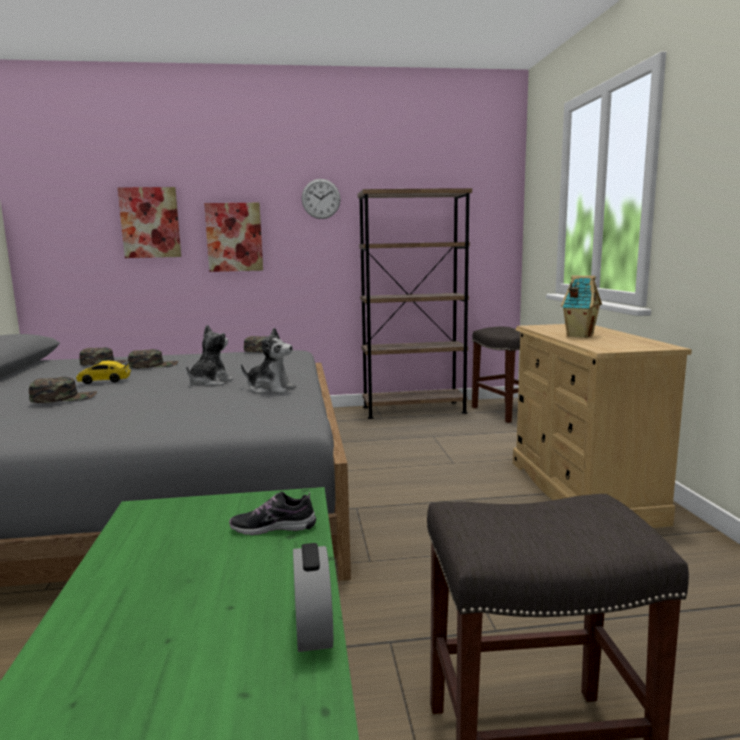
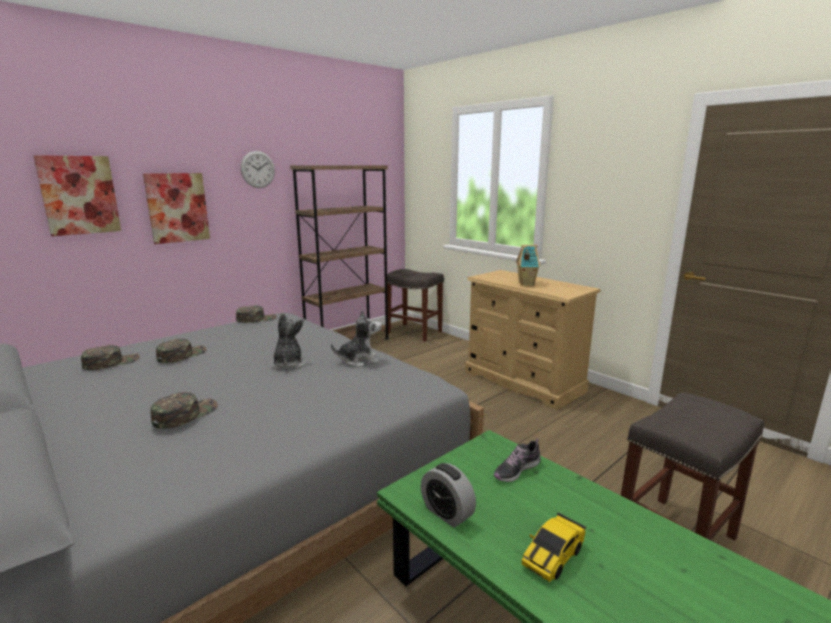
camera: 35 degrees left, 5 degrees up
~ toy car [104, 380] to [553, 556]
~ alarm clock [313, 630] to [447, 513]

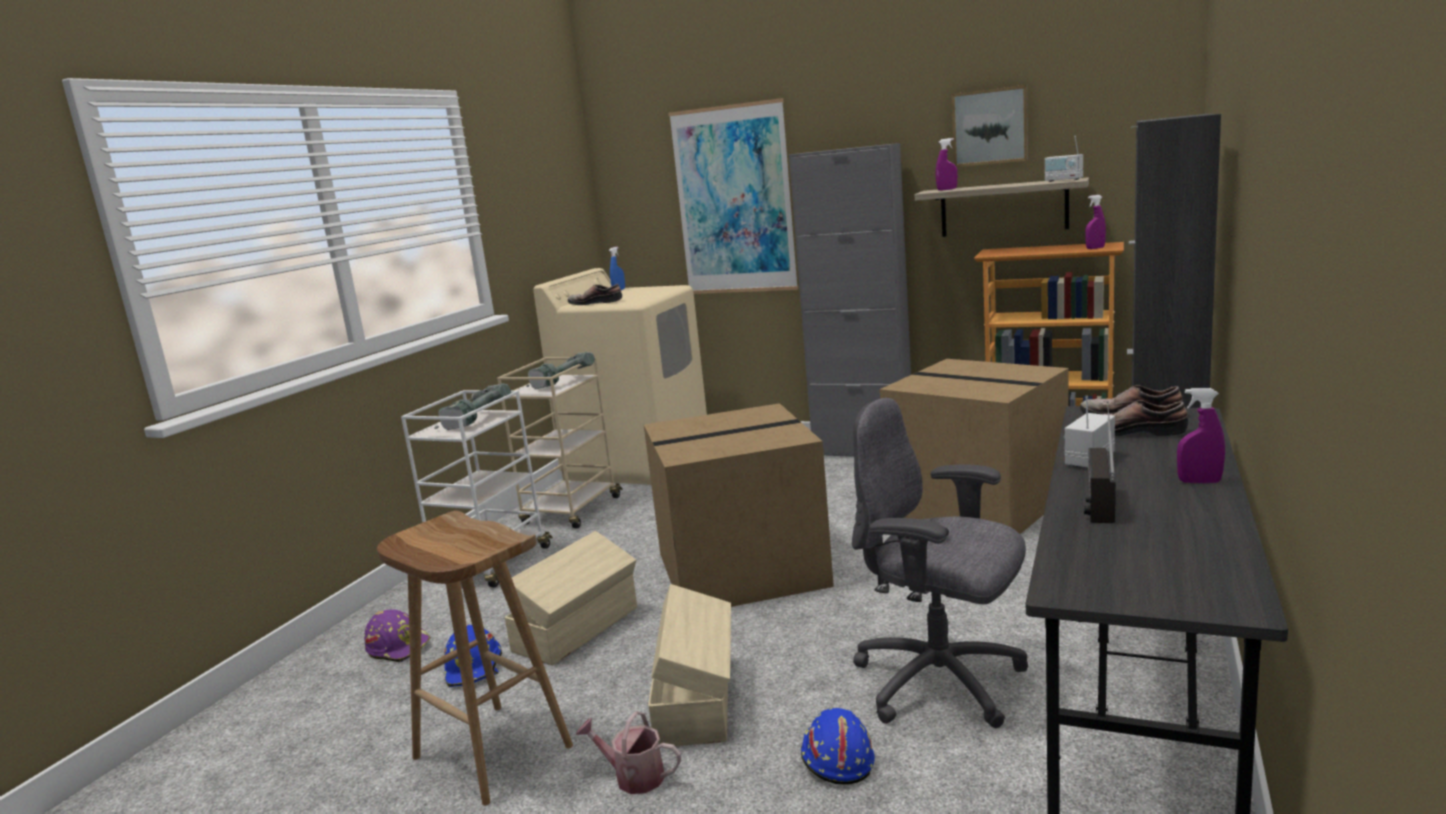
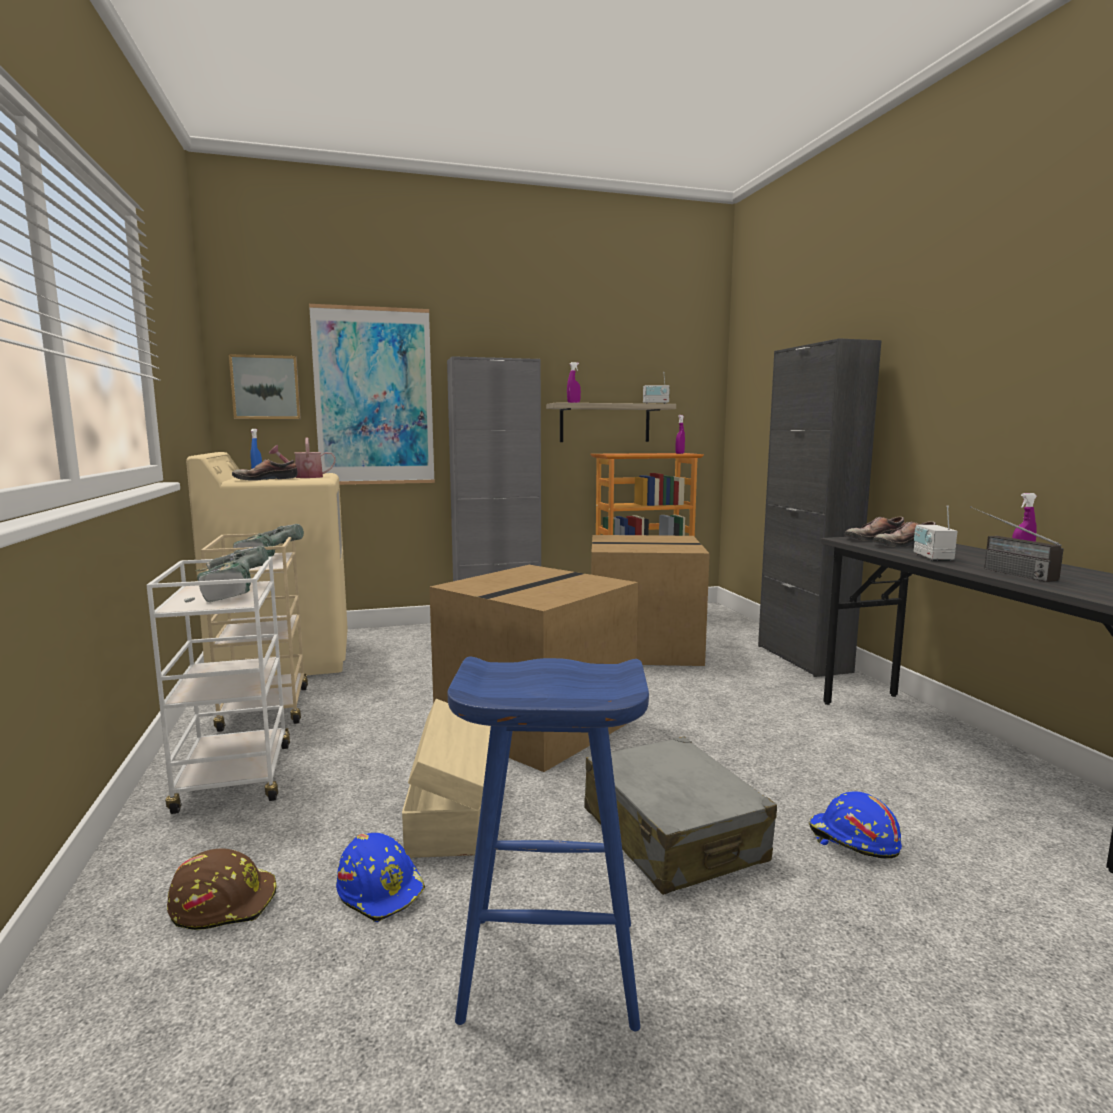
camera: 40 degrees left, 5 degrees down
~ hard hat (purple) [399, 647] to hard hat (brown) [224, 902]
~ stool (brown) [490, 752] to stool (blue) [547, 970]
~ watering can [633, 776] to [304, 477]
~ storage box (beige) [696, 699] to suitcase (grey) [673, 835]
- office chair (grey) [941, 683]
~ picture [990, 127] to [266, 387]

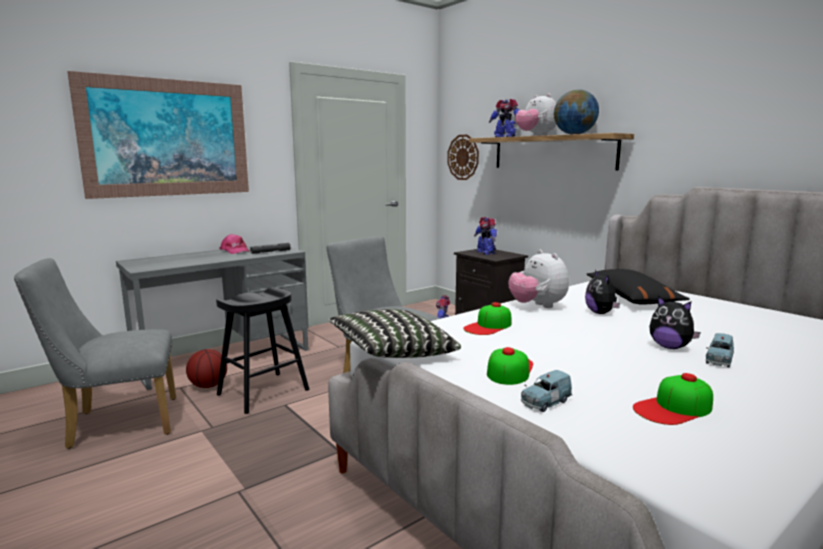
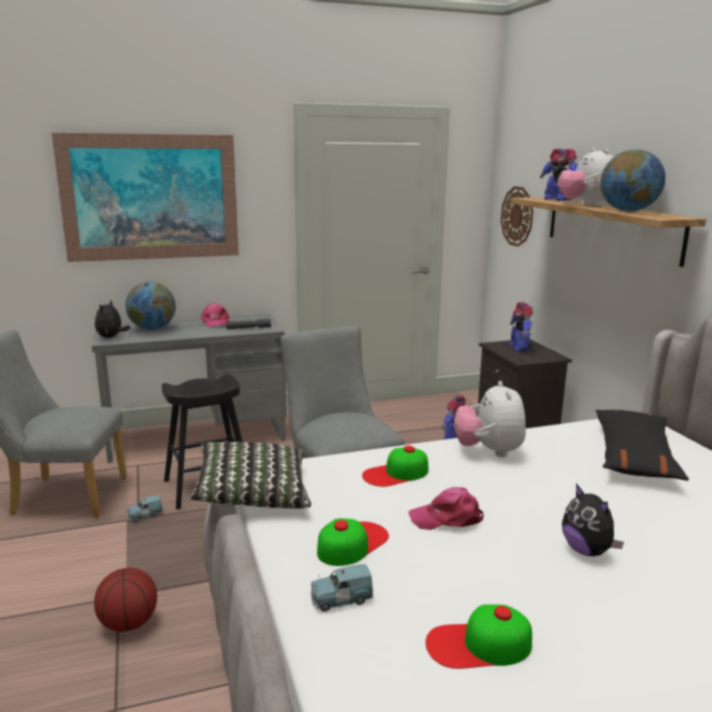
camera: 20 degrees right, 5 degrees up
~ basketball [208, 385] to [129, 623]
~ plush toy [601, 313] to [111, 337]
~ toy car (blue) [718, 360] to [144, 515]
+ globe [152, 329]
+ cap (pink) [447, 518]

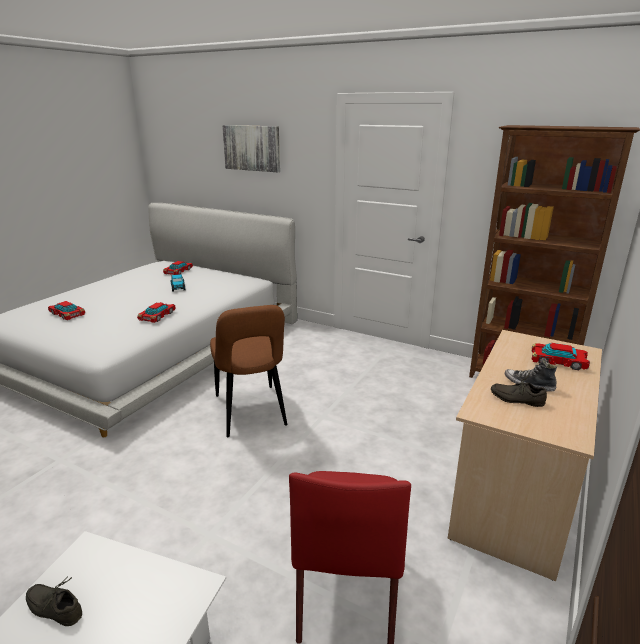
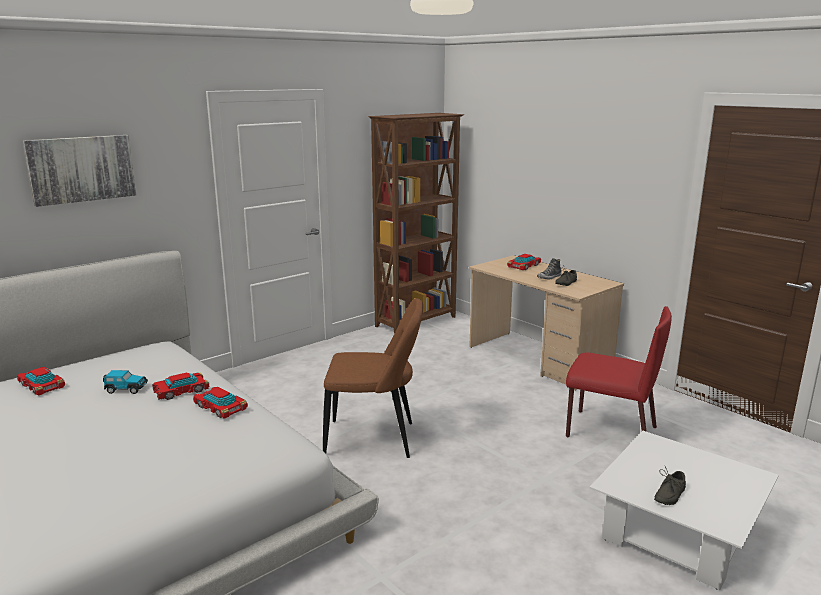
camera: 70 degrees left, 5 degrees down
~ toy car [67, 314] to [181, 390]

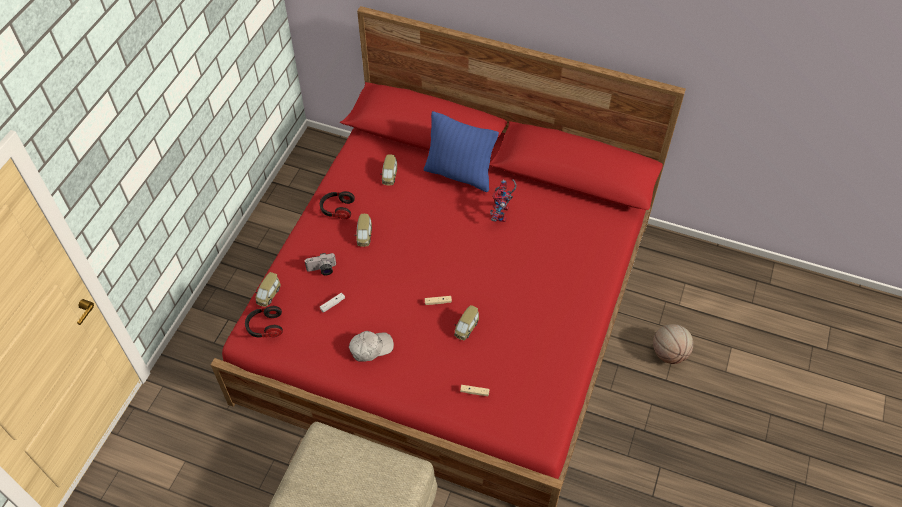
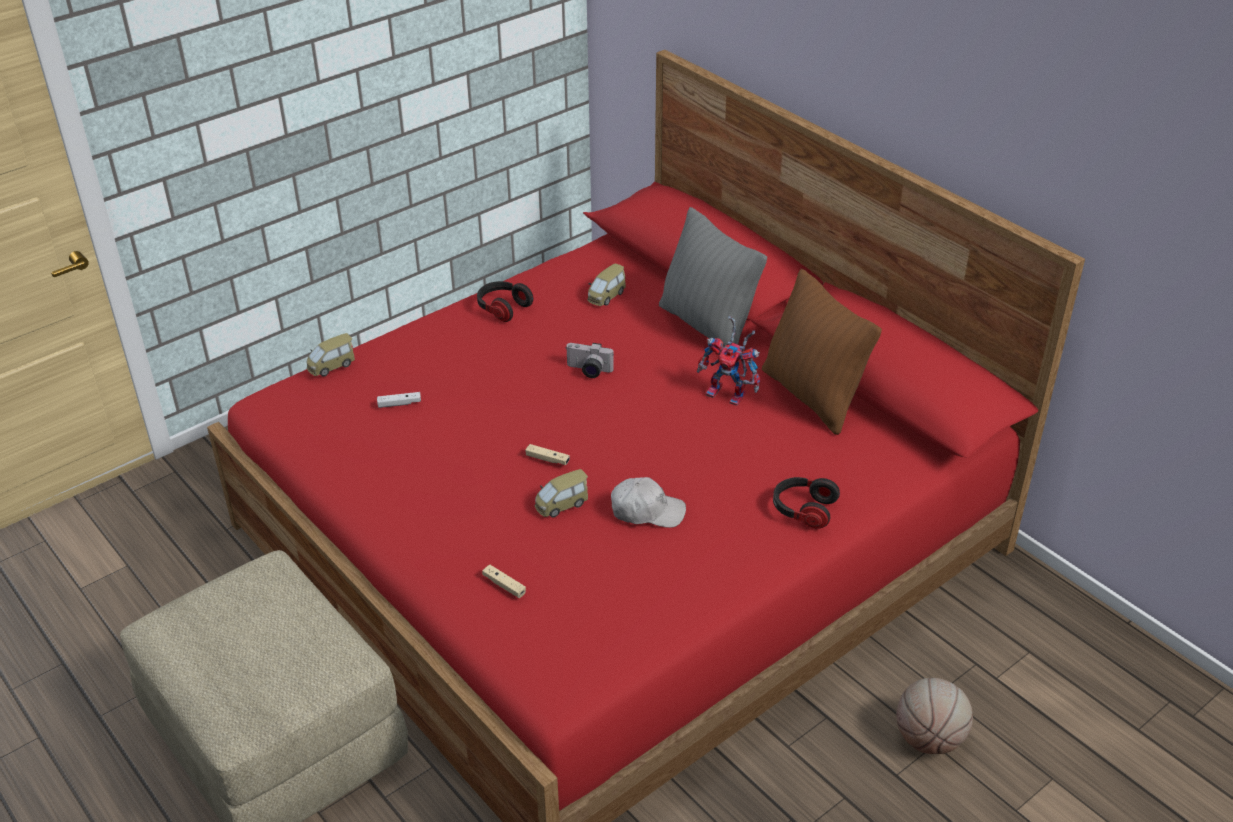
camera: 30 degrees right, 15 degrees down
~ headphones [265, 327] to [803, 510]
~ photo camera [322, 270] to [588, 371]
~ cap (white) [371, 348] to [647, 511]
- toy car [364, 235]
~ pillow (blue) [459, 174] to pillow (grey) [707, 327]
~ toy robot [502, 215] = [730, 394] 105 degrees counterclockwise
+ pillow (brown) [812, 396]

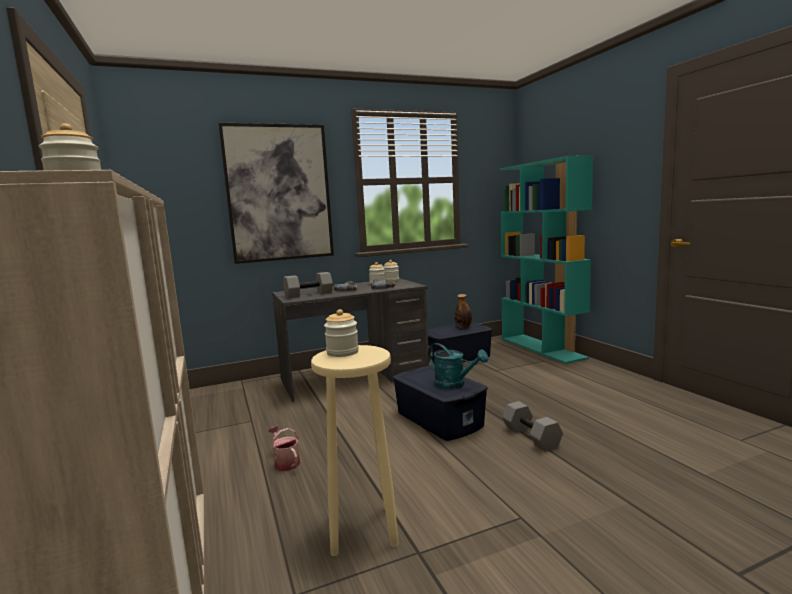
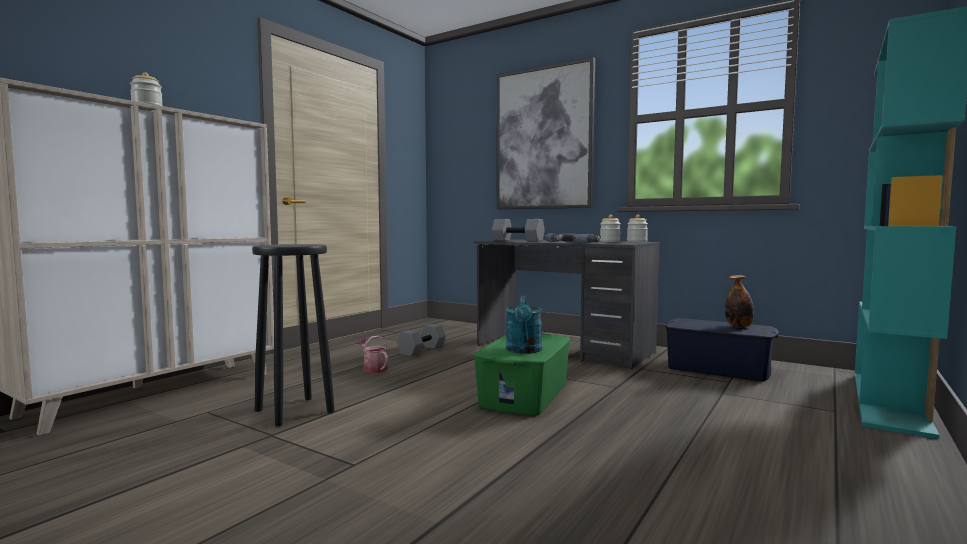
camera: 55 degrees right, 5 degrees down
~ watering can [285, 462] = [373, 369] 60 degrees counterclockwise
~ stool (beige) [362, 528] to stool (black) [295, 411]
- jar [342, 352]
~ storage box (blue) [439, 419] to storage box (green) [525, 395]
~ dumbbell (grey) [530, 437] to [421, 350]

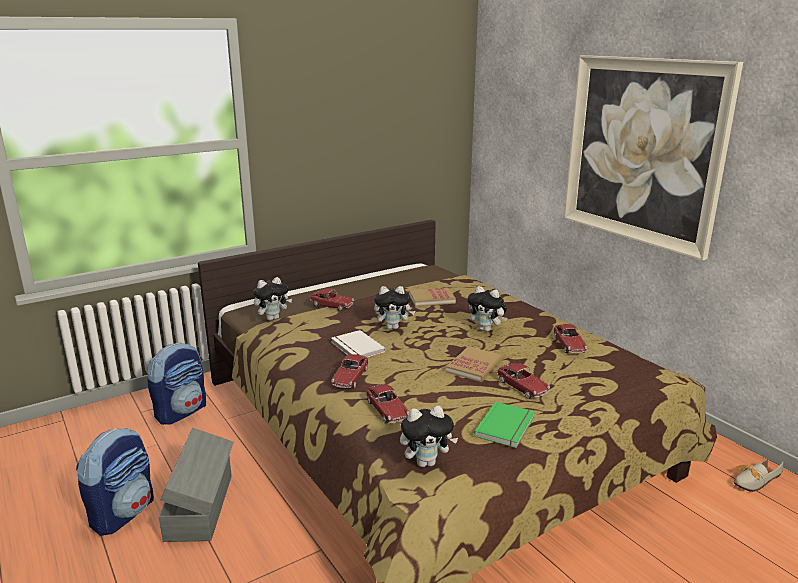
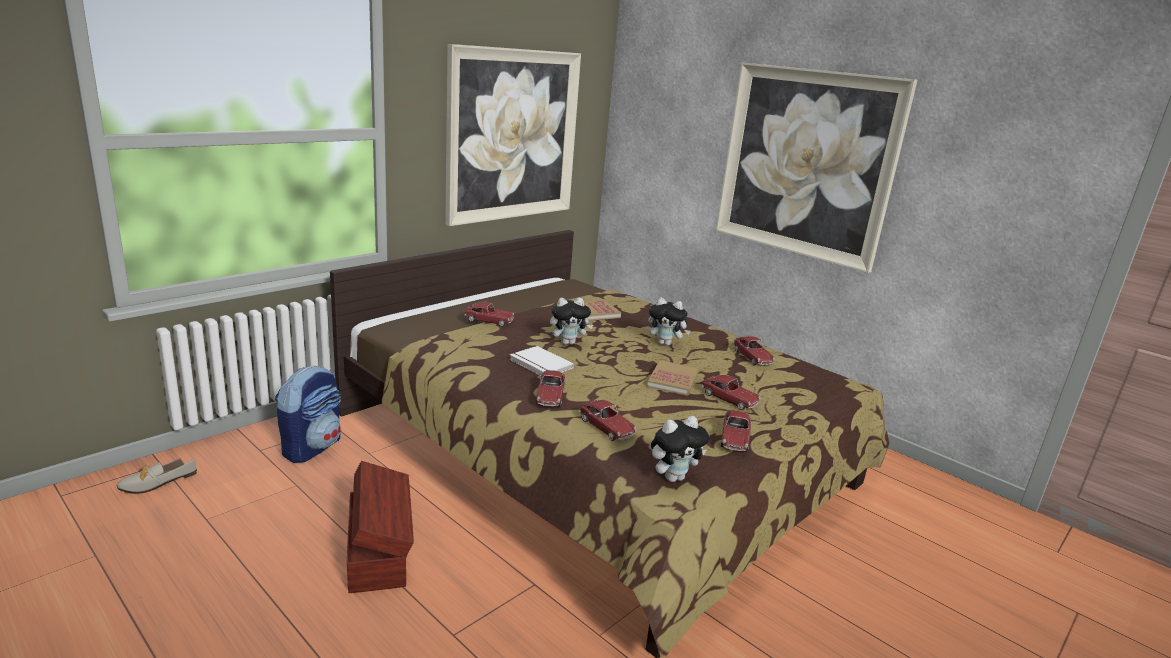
camera: 15 degrees left, 0 degrees up
- backpack [123, 513]
~ storage box (grey) [201, 506] to storage box (brown) [379, 550]
- plush toy [273, 318]
~ book (green) [507, 427] to toy car [734, 438]
~ shoe [752, 482] to [153, 484]
+ picture [513, 135]

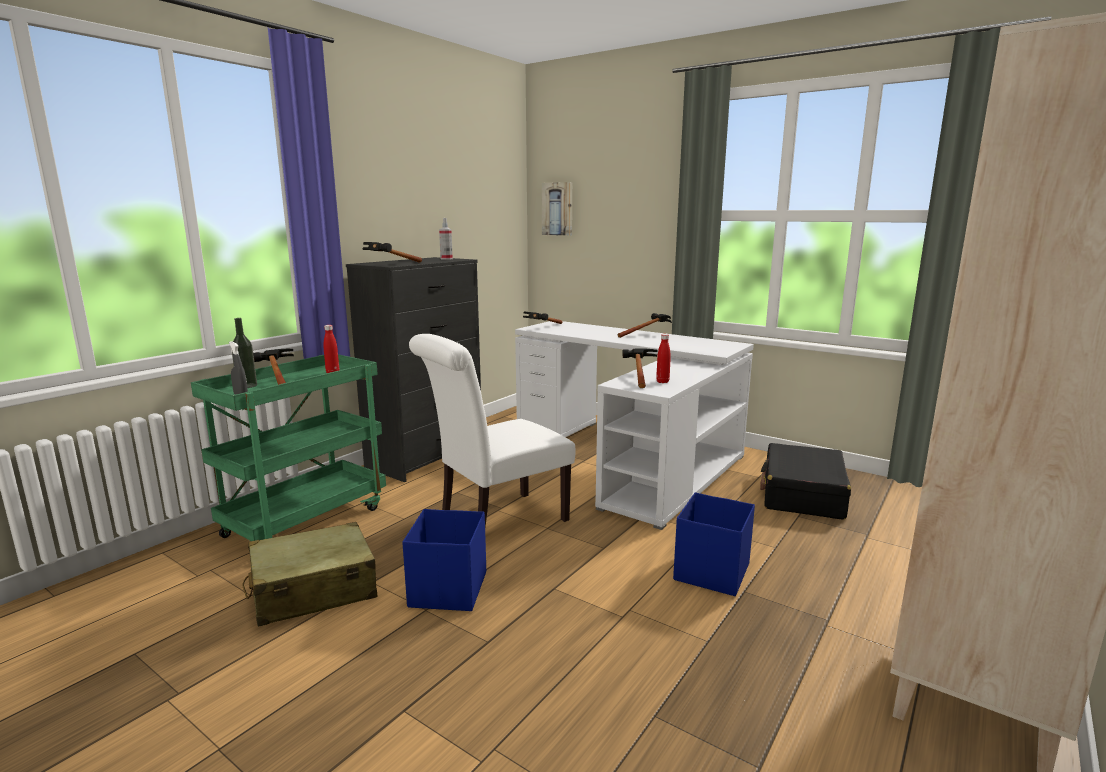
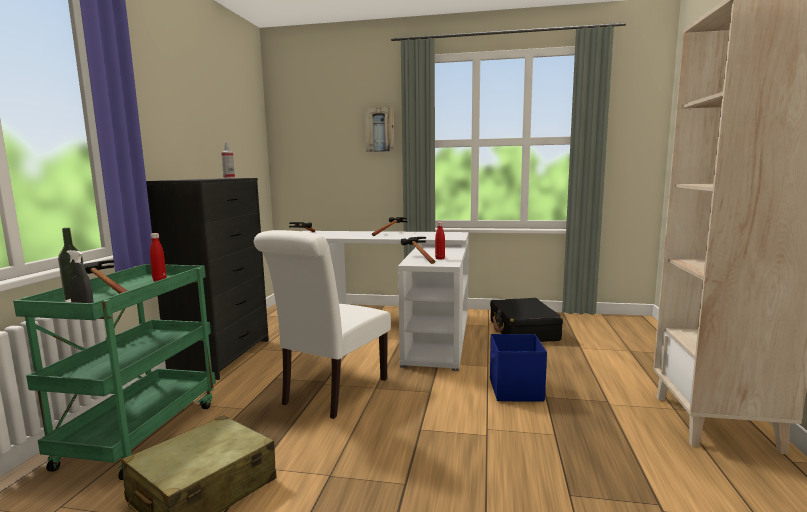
camera: 25 degrees left, 5 degrees down
- hammer [392, 265]
- storage box (blue) [447, 590]
~ picture [558, 209] to [380, 130]

